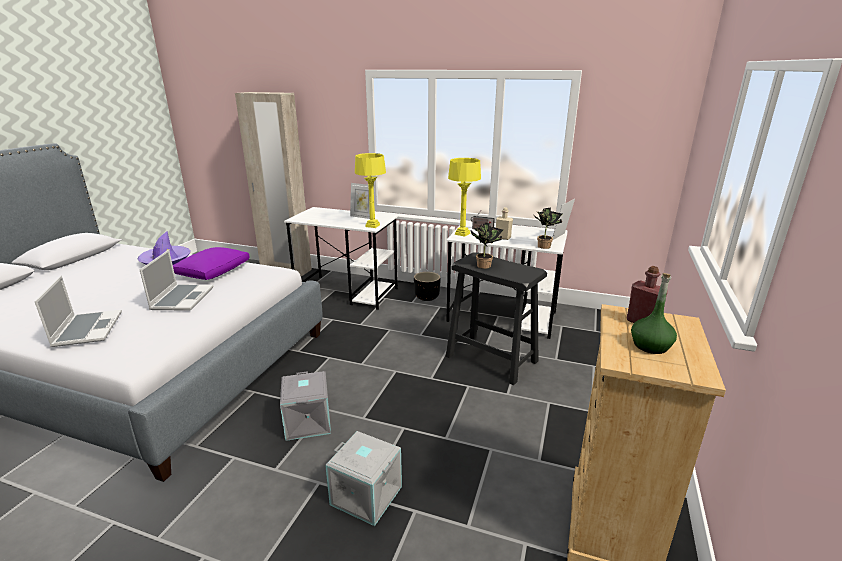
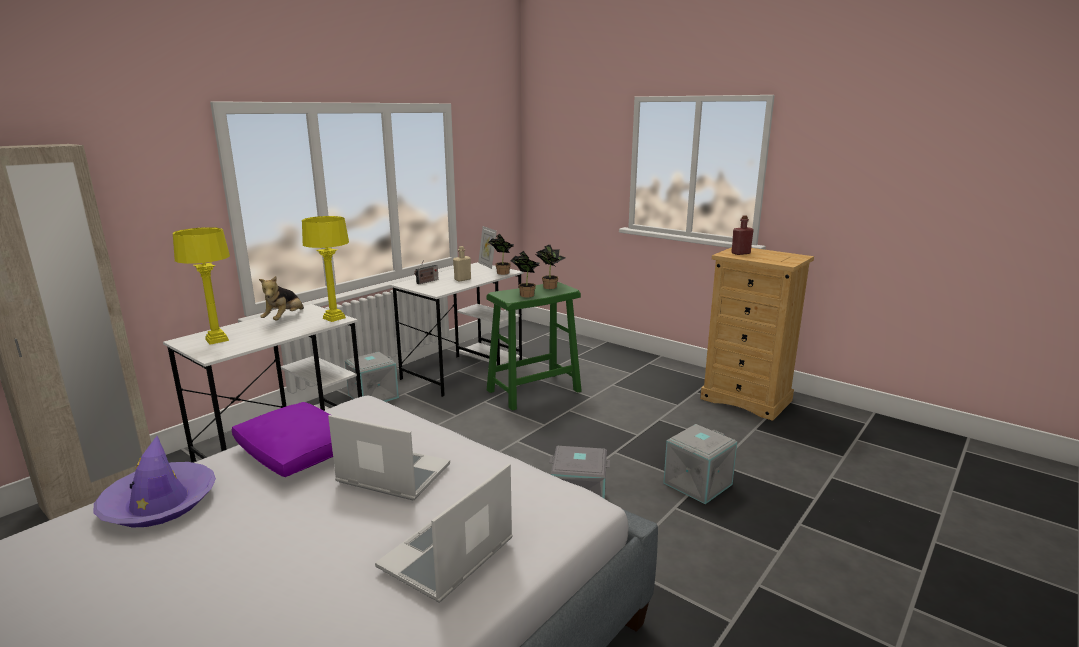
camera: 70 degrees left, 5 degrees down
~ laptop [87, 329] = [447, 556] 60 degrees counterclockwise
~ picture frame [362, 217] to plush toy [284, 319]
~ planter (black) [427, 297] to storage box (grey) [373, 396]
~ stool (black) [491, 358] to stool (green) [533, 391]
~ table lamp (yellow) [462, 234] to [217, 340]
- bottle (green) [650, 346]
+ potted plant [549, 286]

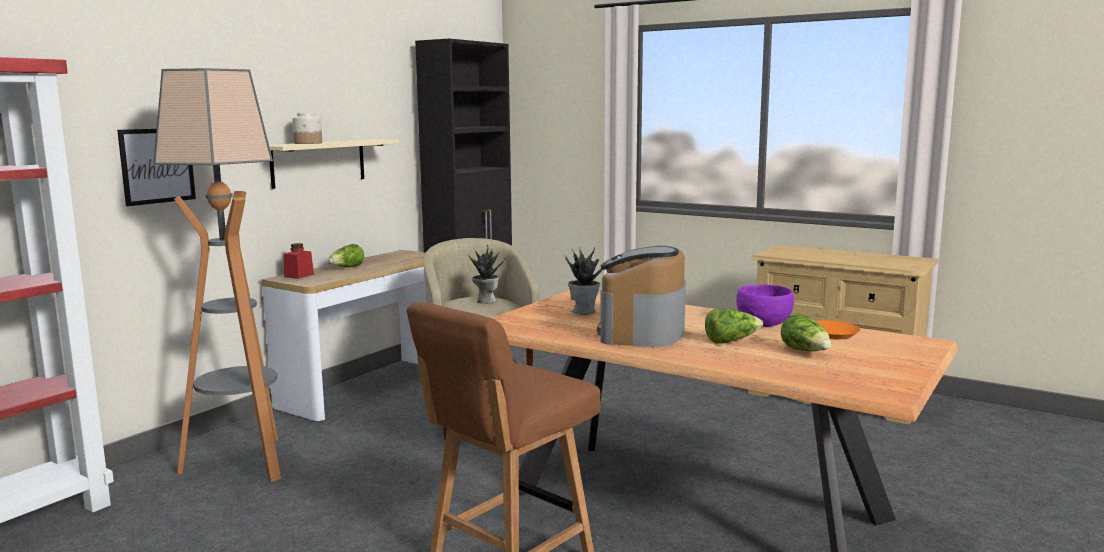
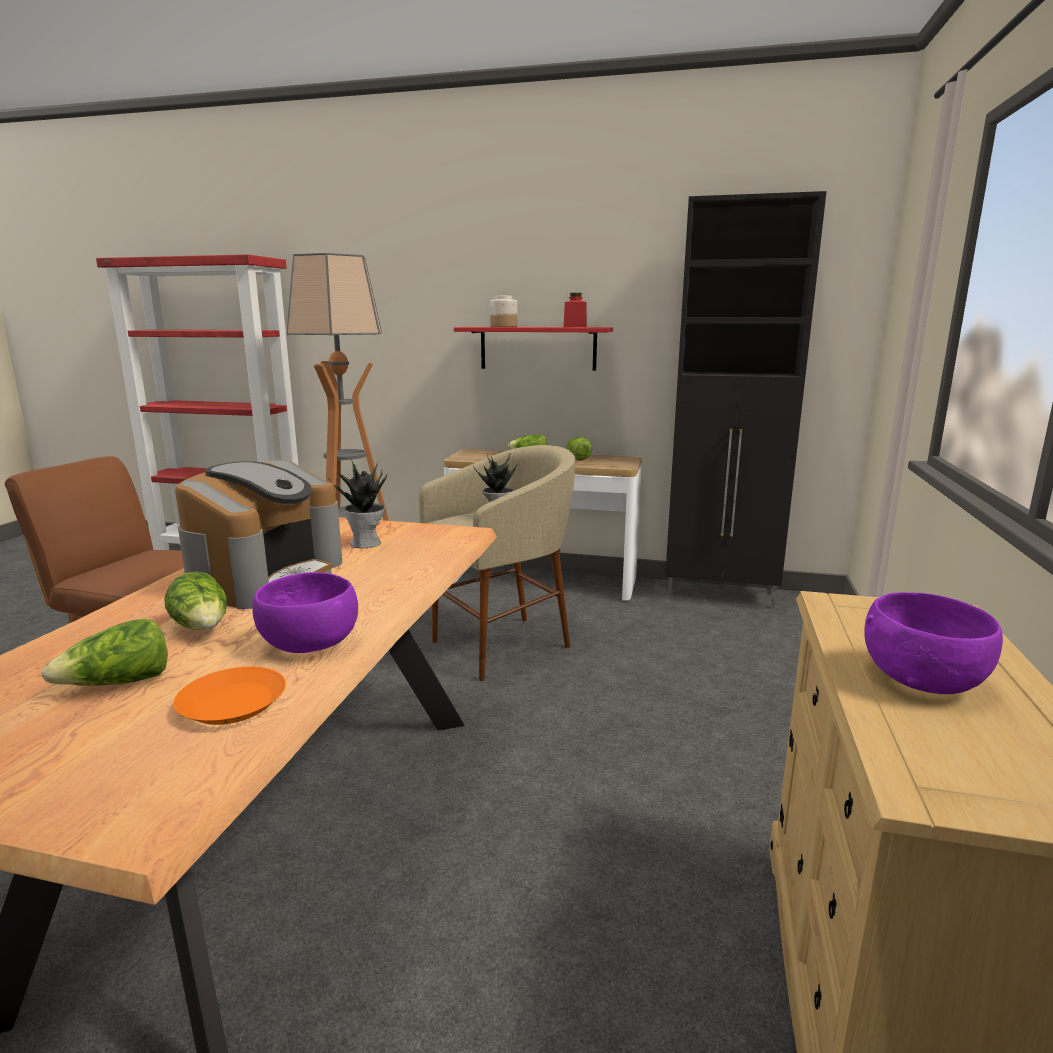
camera: 70 degrees right, 5 degrees up
- picture [157, 165]
~ shelf (beige) [318, 162] to shelf (red) [538, 348]
~ jar (red) [299, 275] to [575, 327]
~ coffee machine [641, 331] = [266, 576] 120 degrees clockwise
+ lettuce [577, 458]
+ bowl (purple) [921, 679]

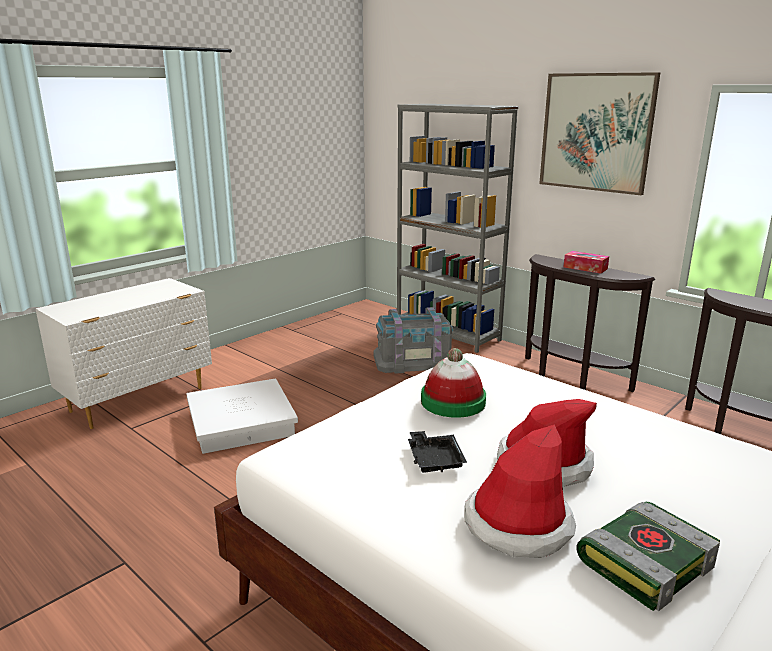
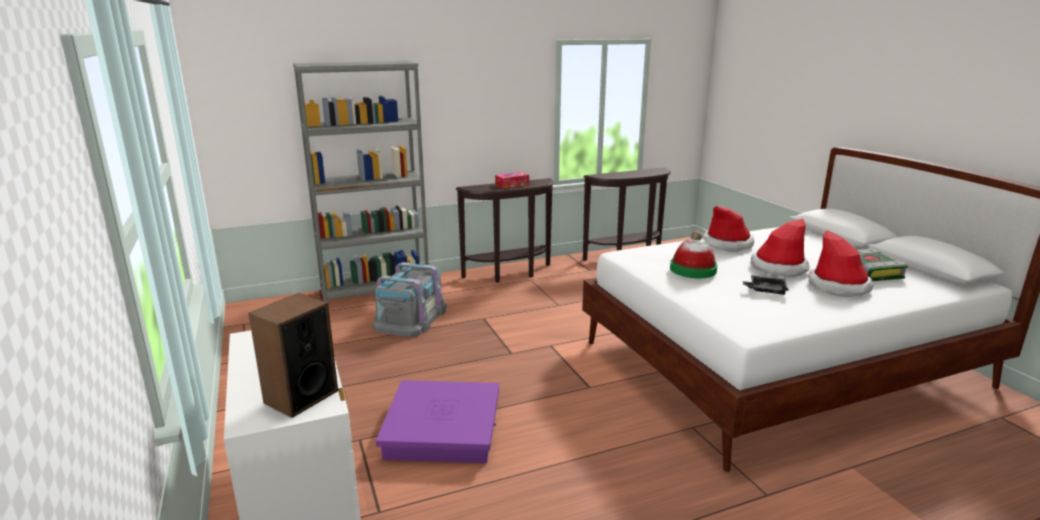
camera: 65 degrees left, 0 degrees up
~ storage box (white) [242, 423] to storage box (purple) [443, 429]
- picture [596, 132]
+ speaker [301, 397]
+ hat [727, 244]

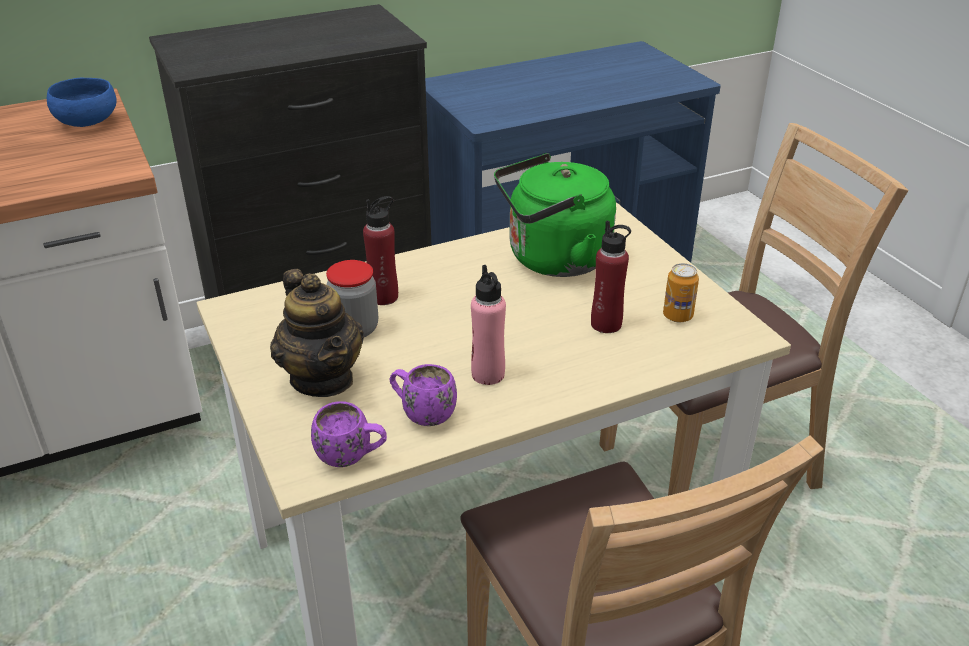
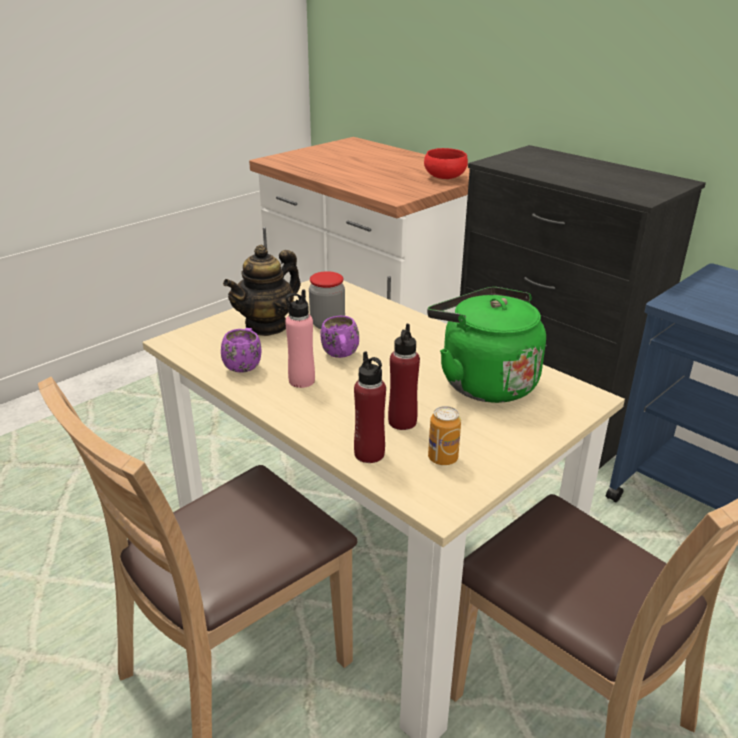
camera: 70 degrees right, 5 degrees down
~ bowl (blue) [89, 122] to bowl (red) [445, 178]
~ mug (purple) [352, 457] to [341, 357]
~ bottle (red) [383, 297] to [369, 454]

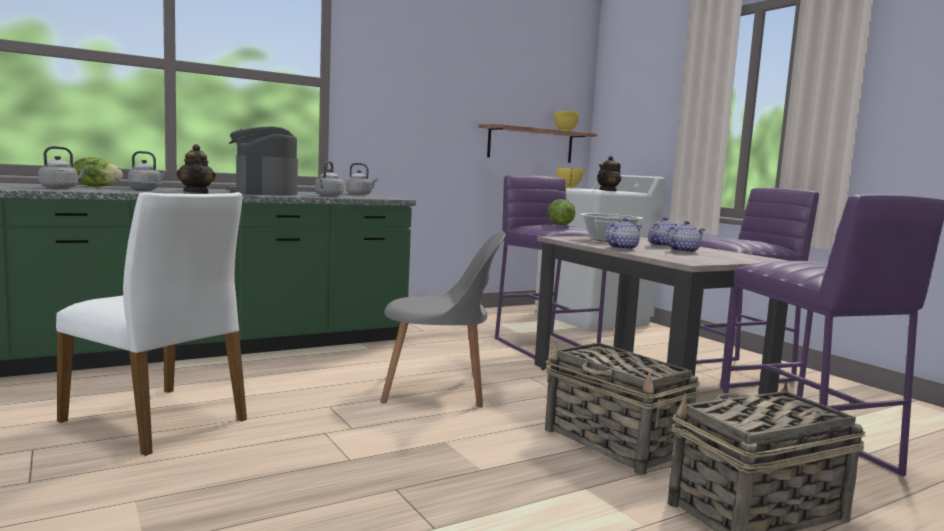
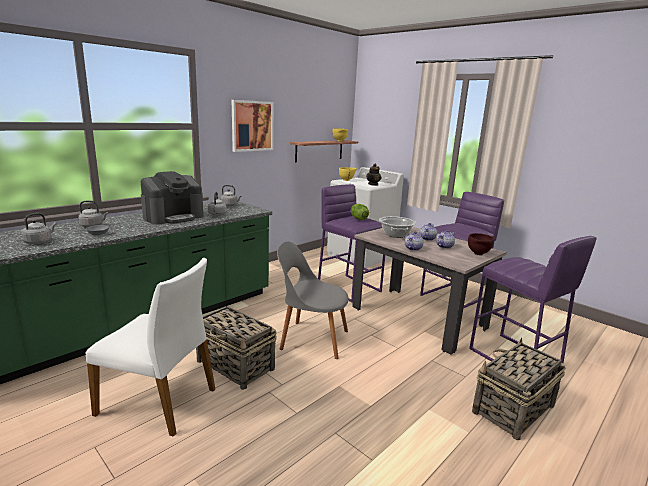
camera: 15 degrees left, 10 degrees up
- lettuce [97, 187]
- teapot [196, 192]
~ coffee machine [264, 193] = [173, 217] 105 degrees counterclockwise
~ chair (grey) [439, 390] = [311, 339] 150 degrees counterclockwise
~ basket [615, 443] to [236, 365]
+ picture [252, 126]
+ bowl (brown) [478, 254]

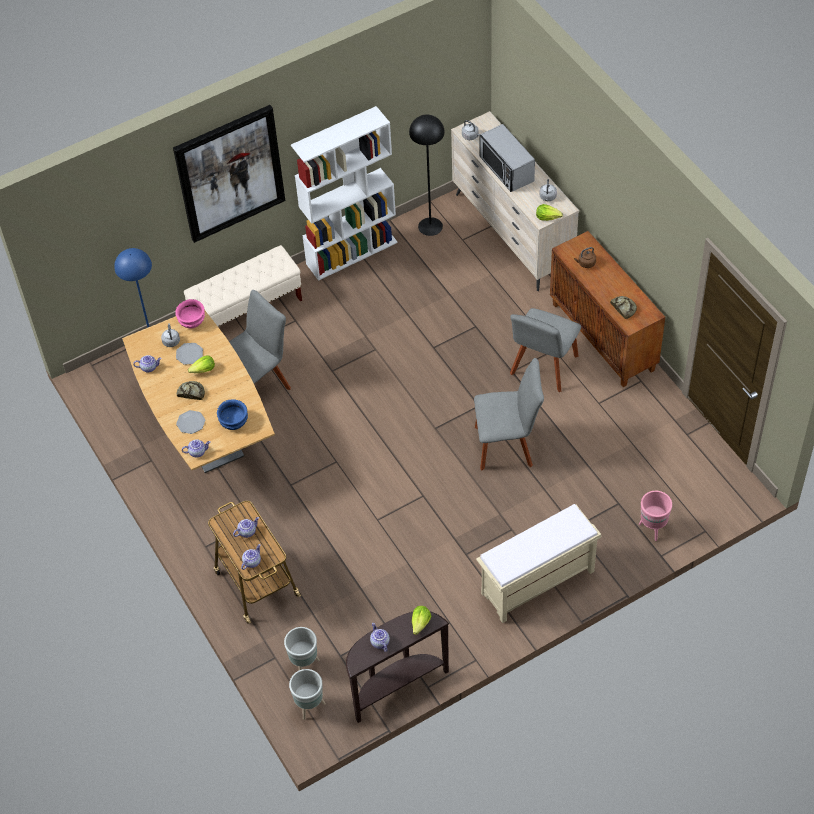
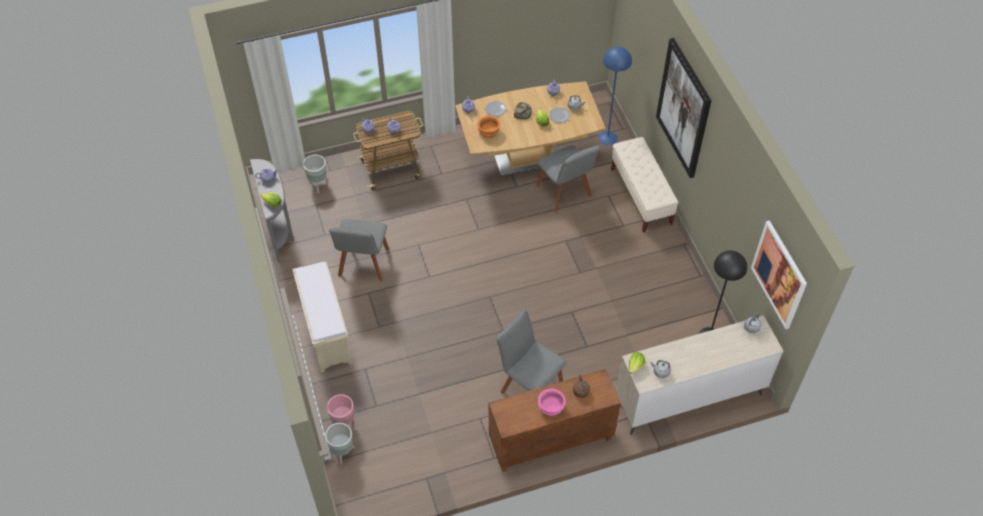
camera: 100 degrees right, 0 degrees up
~ bowl (pink) [192, 321] to [550, 407]
~ bowl (blue) [234, 421] to bowl (orange) [488, 132]
~ planter (grey) [309, 706] to [343, 452]
- bookcase (white) [352, 252]
~ console table (brown) [396, 686] to console table (grey) [279, 231]
~ chair (grey) [507, 445] to [363, 265]
- microwave [506, 169]
- bread [623, 308]
+ picture [779, 274]

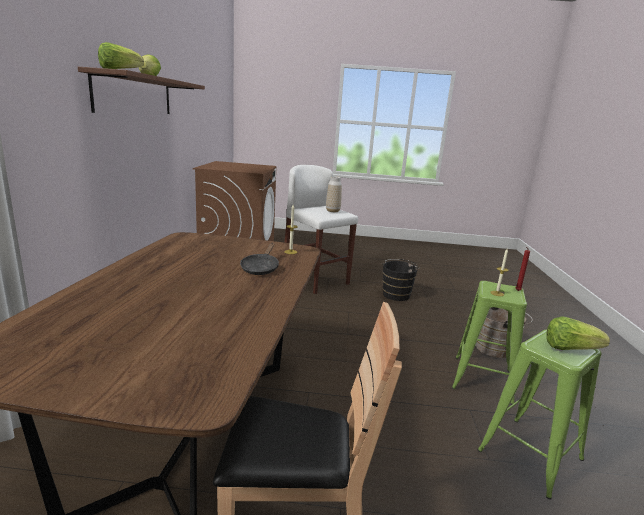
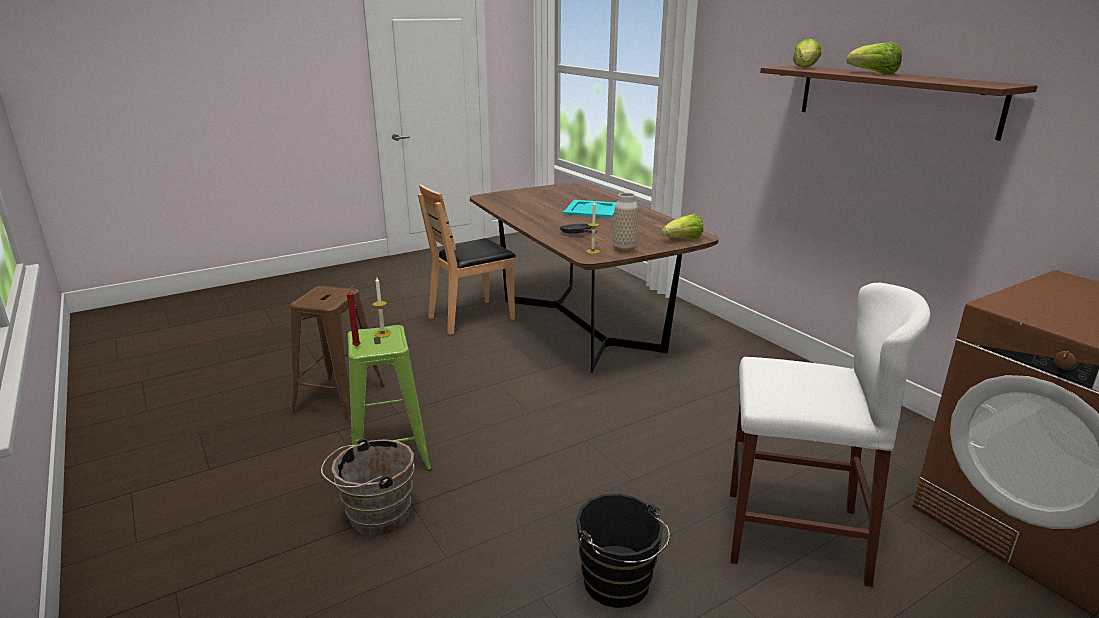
camera: 145 degrees right, 5 degrees up
~ vase [332, 211] to [624, 250]
~ stool (green) [531, 454] to stool (brown) [338, 399]
~ lettuce [569, 348] to [683, 239]
+ tray (turquoise) [591, 209]

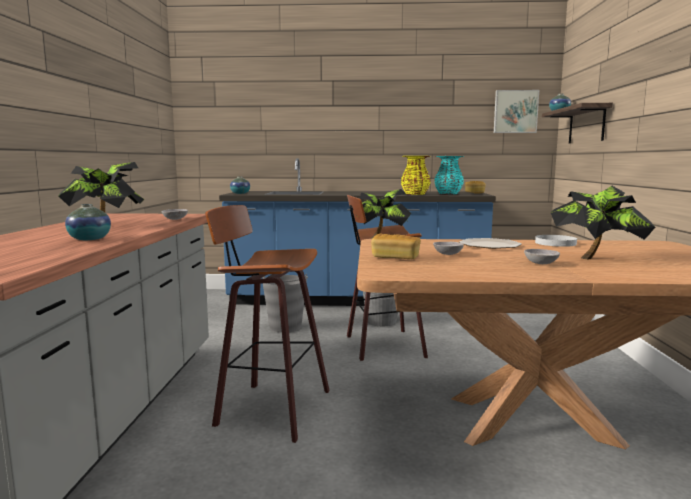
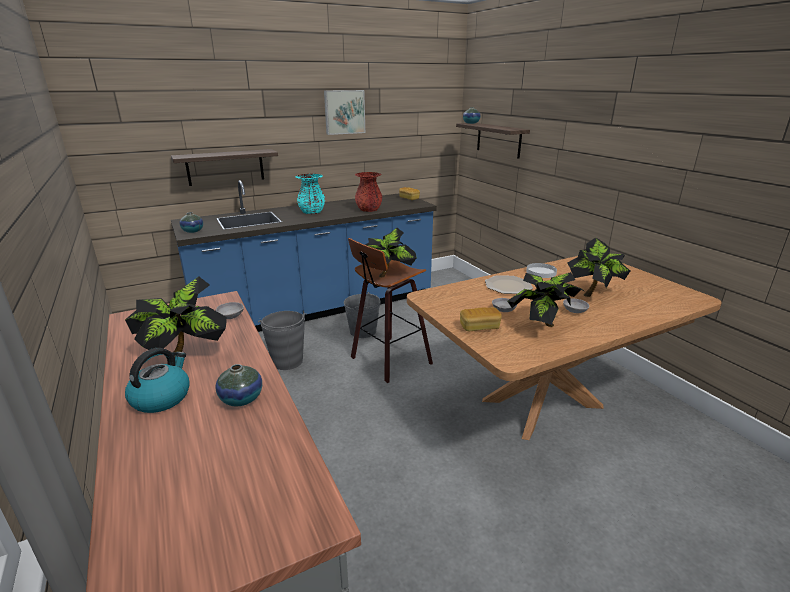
camera: 30 degrees left, 15 degrees up
- stool [269, 408]
~ vase (yellow) [415, 194] to vase (red) [368, 210]
~ vase (turquoise) [448, 194] to [312, 212]
~ picture [515, 112] to [344, 112]
+ kettle [162, 397]
+ shelf [225, 167]
+ potted plant [542, 326]

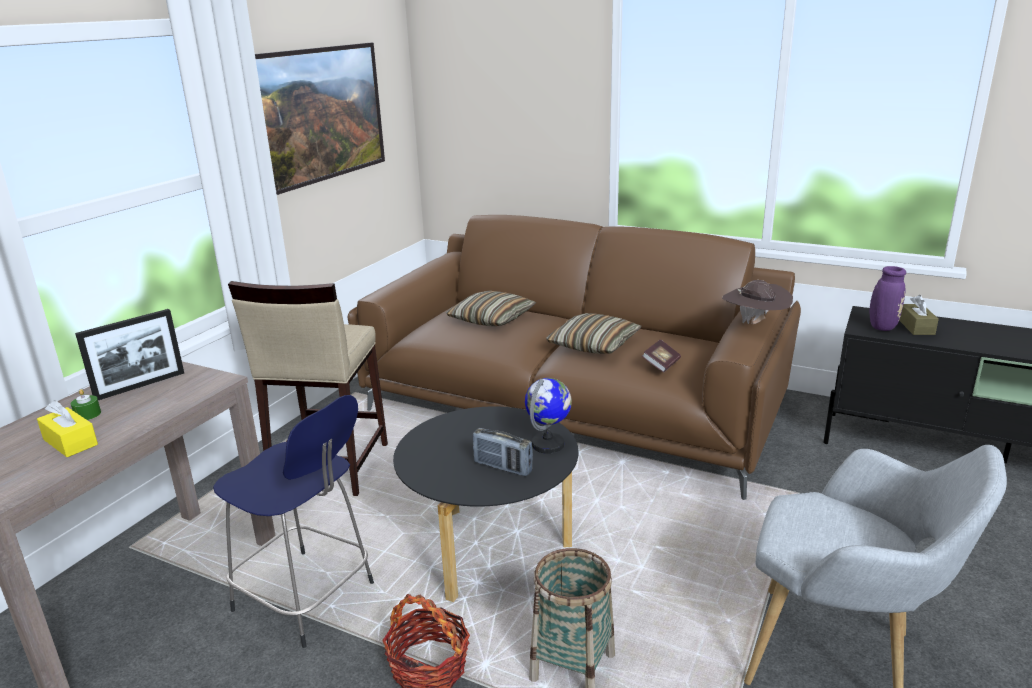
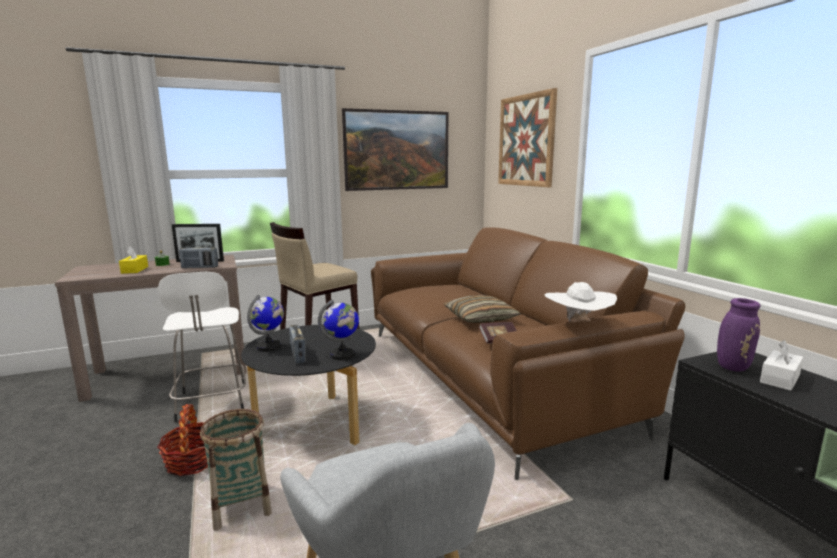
camera: 40 degrees right, 10 degrees down
~ stool (blue) [307, 599] to stool (white) [212, 403]
- pillow [491, 319]
~ hat (brown) [755, 324] to hat (white) [578, 324]
~ tissue box (brown) [916, 327] to tissue box (white) [780, 379]
+ radio [200, 267]
+ globe [269, 347]
+ picture [526, 140]

